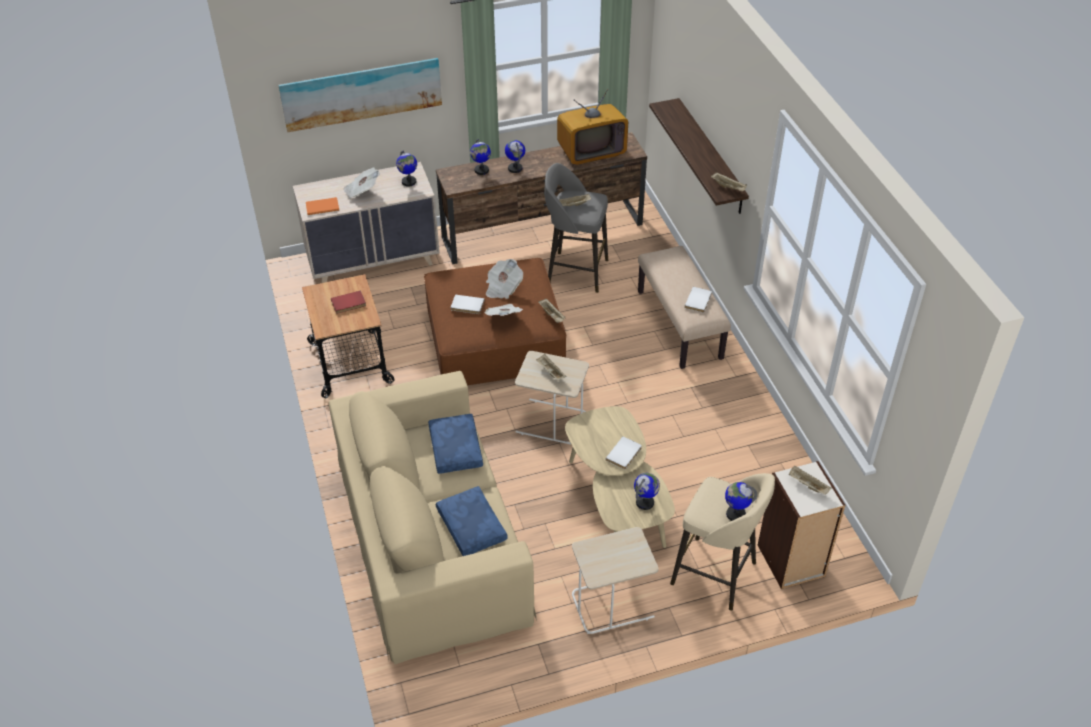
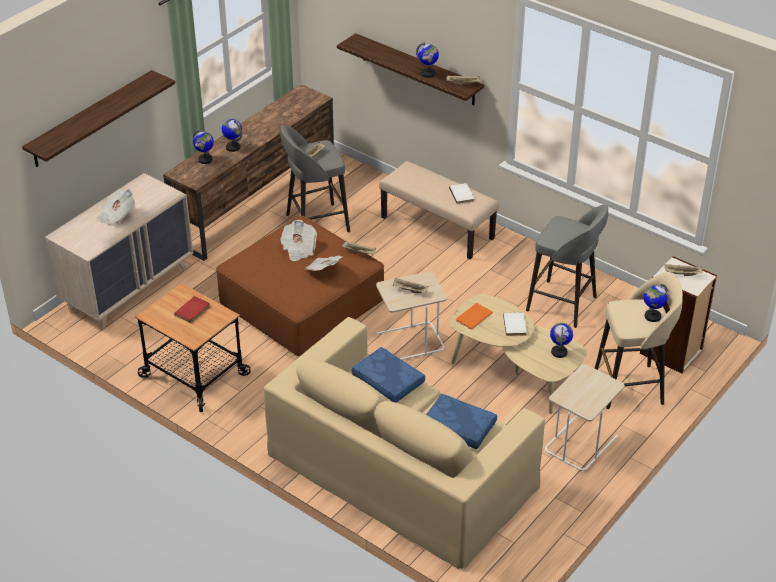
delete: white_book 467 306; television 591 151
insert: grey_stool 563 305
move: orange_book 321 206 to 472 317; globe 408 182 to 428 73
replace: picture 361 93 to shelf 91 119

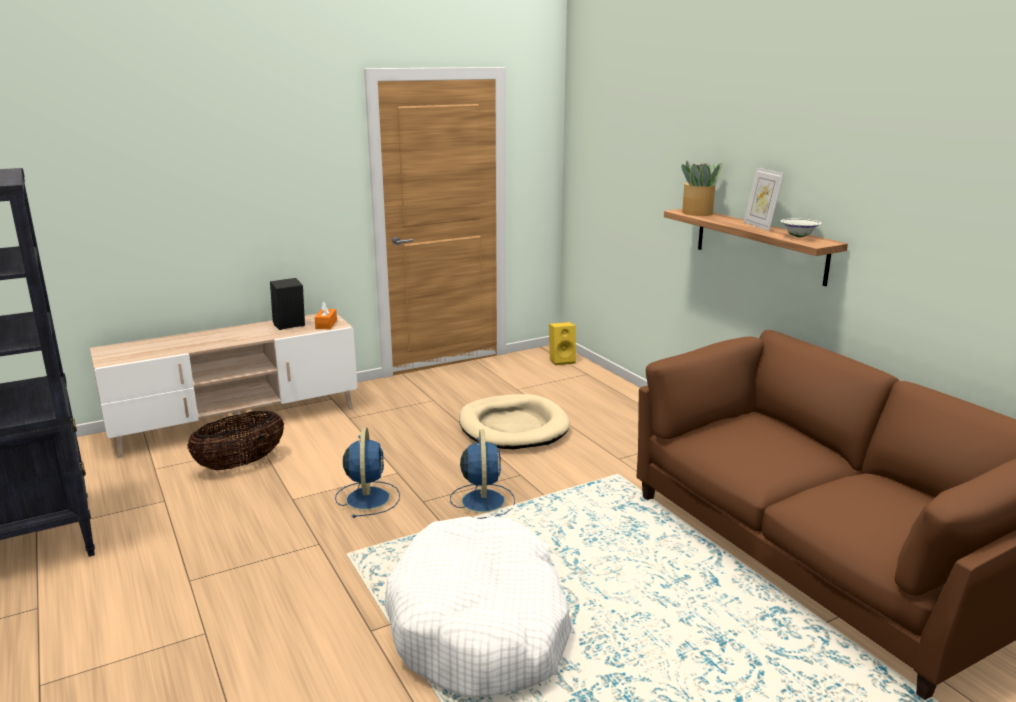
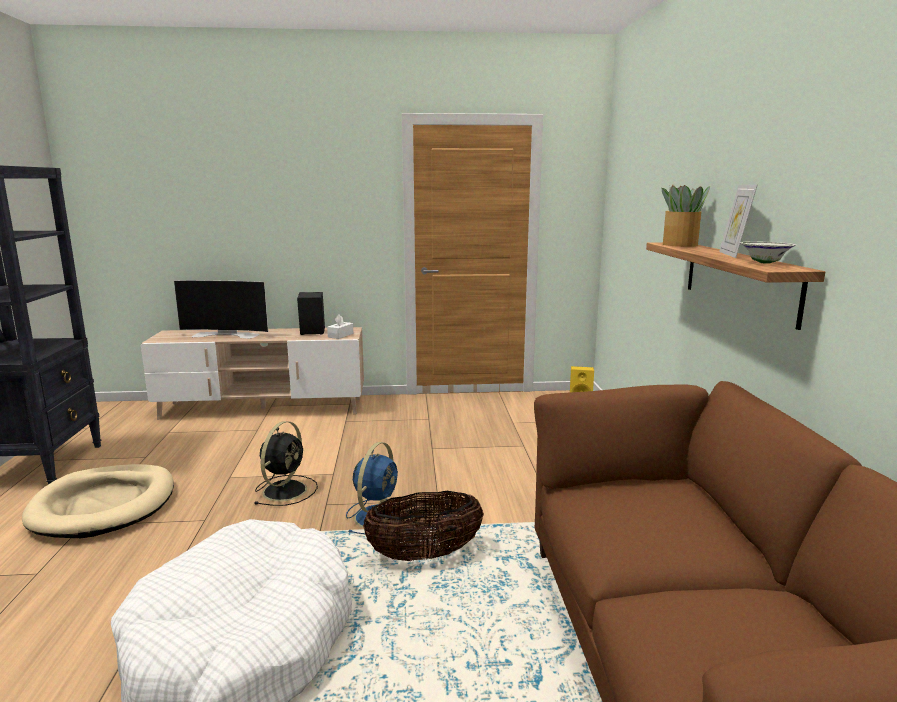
insert: television 227 334
move: basket 241 464 to 424 555; beige_dog_bed 513 427 to 104 505
recolor: orange_tissue_box 326 324 to white_tissue_box 340 335; blue_fan 368 498 to black_fan 286 490

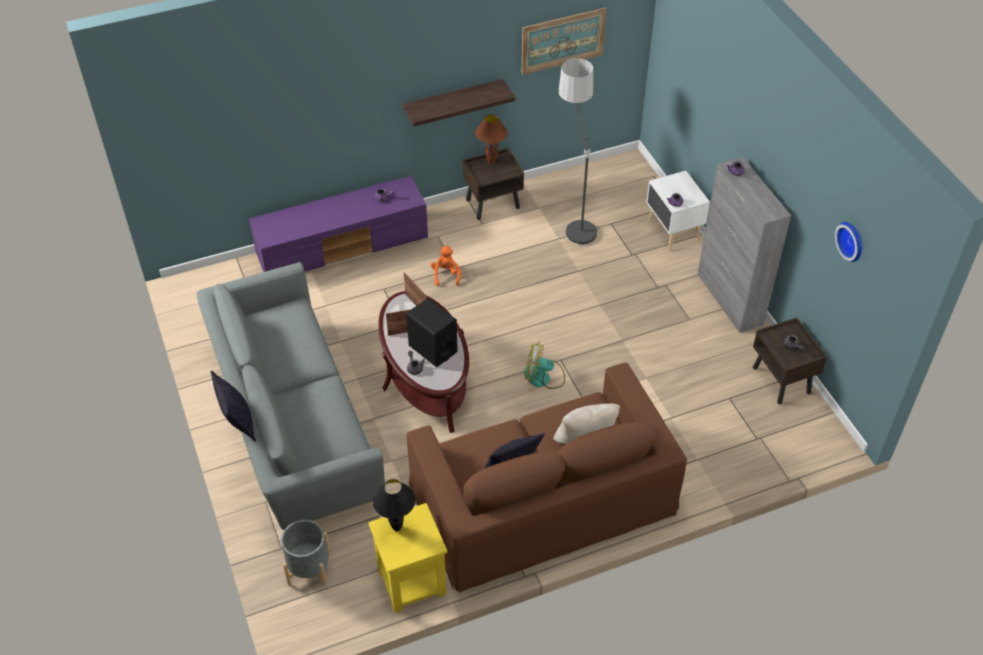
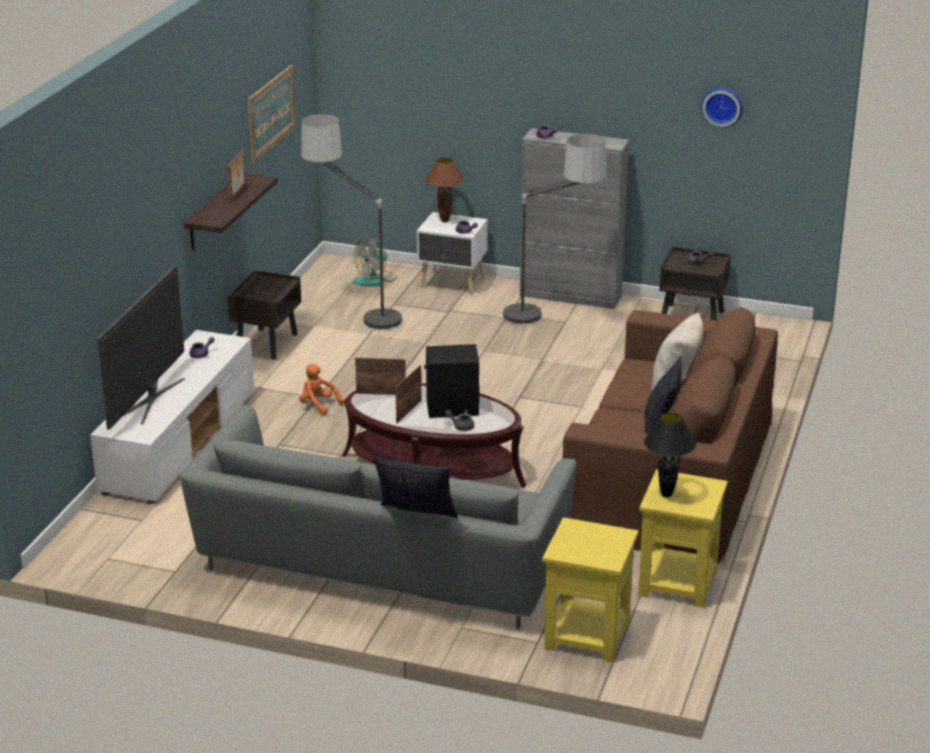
insert: television 149 398; picture_frame 238 193; floor_lamp 550 323
move: brown_table_lamp 491 161 to 444 221; fan 543 377 to 375 280
replace: grey_planter 309 568 to yellow_side_table 586 635
recolor: purple_tv_stand 343 246 to white_tv_stand 179 441

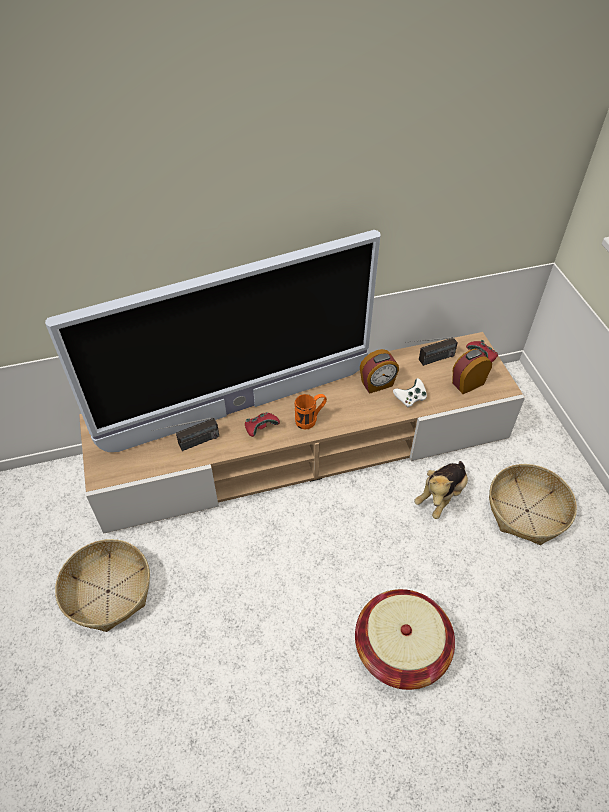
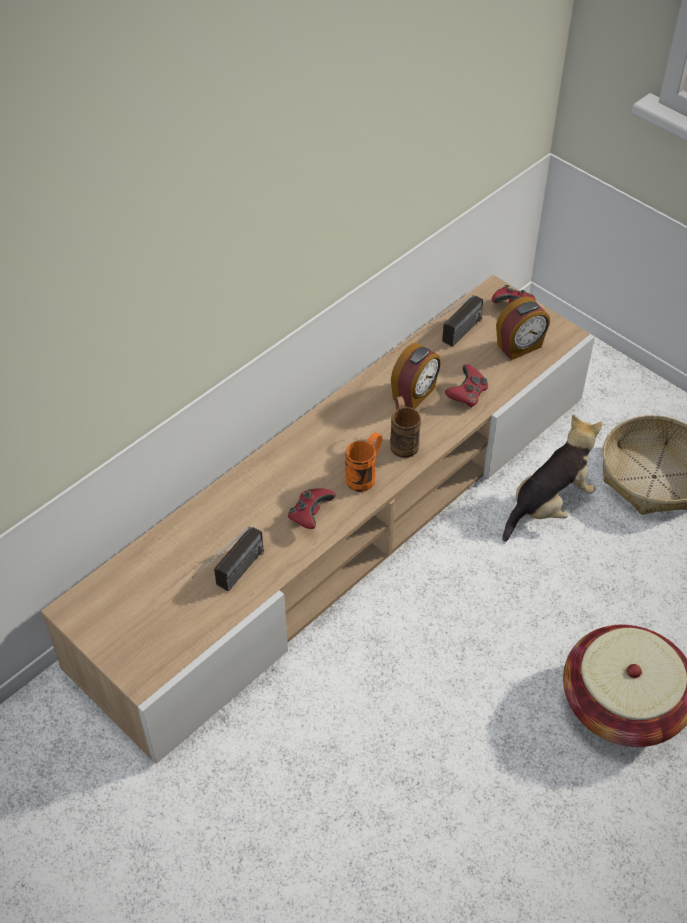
delete: television 239 409; basket 108 591
insert: brown_mug 402 441
recolor: white_game_controller 410 399 to red_game_controller 467 395
rotate: plush_toy 441 496 = 549 505 135 degrees counterclockwise; alarm_clock 467 383 = 520 347 150 degrees counterclockwise

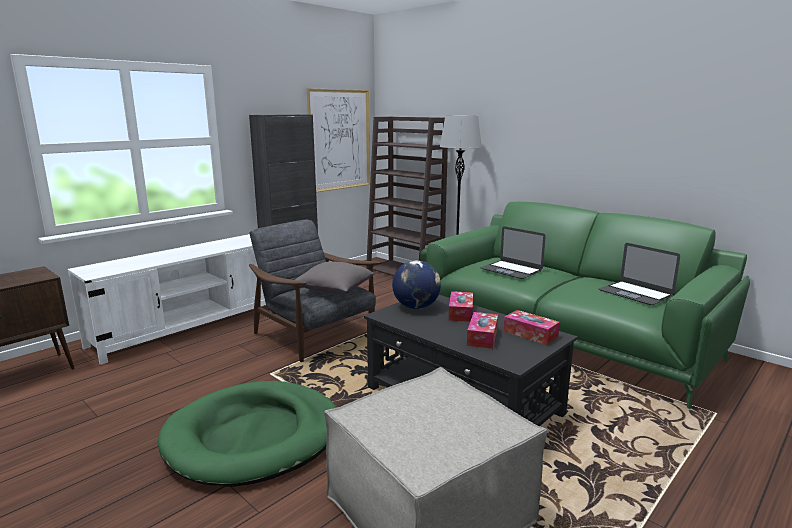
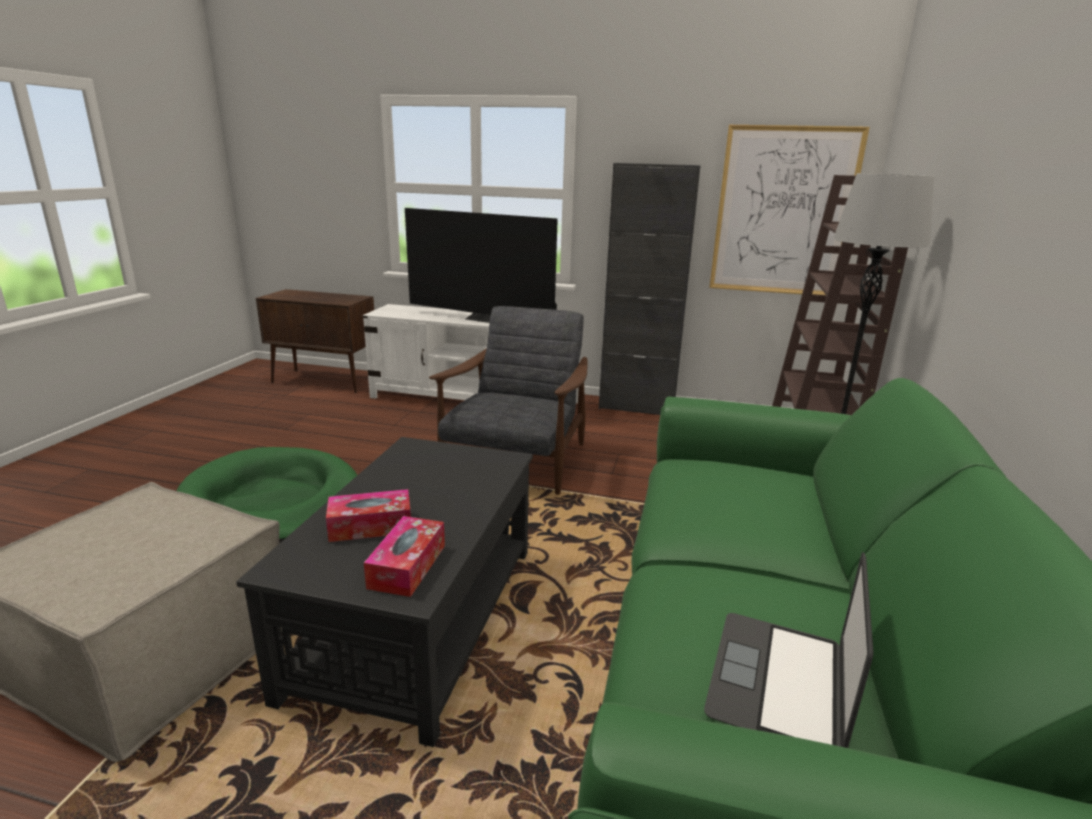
delete: grey_pillow 335 290; globe 416 307; tissue_box 460 312; laptop 511 270
insert: television 484 319

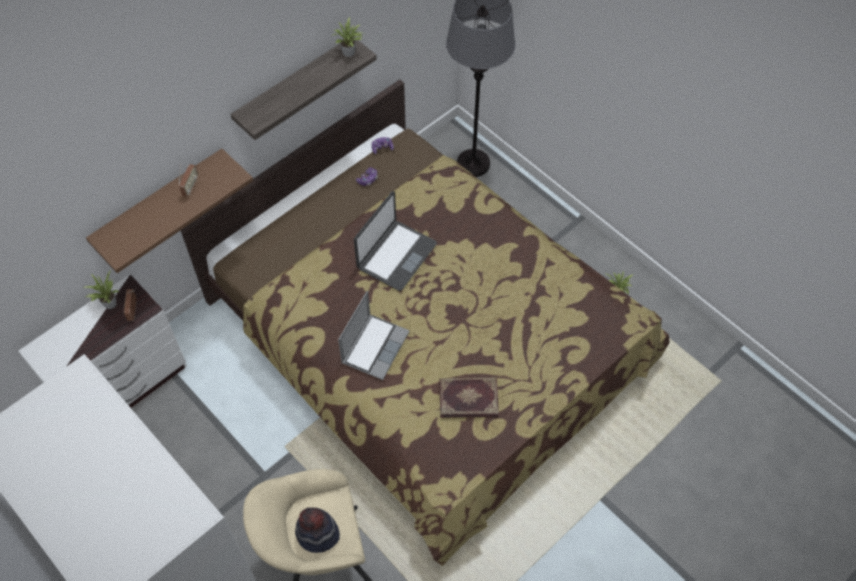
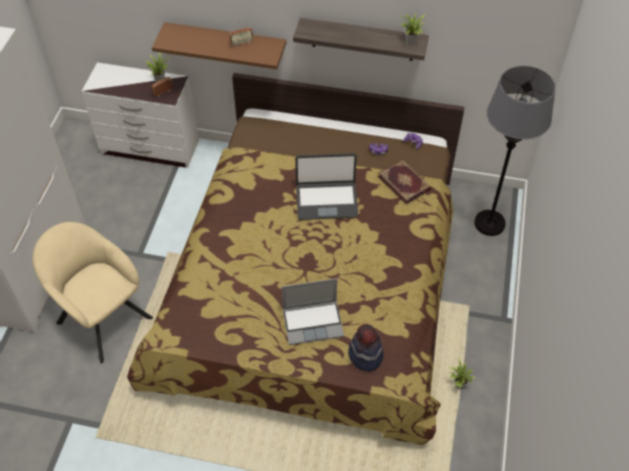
move: hat 317 534 to 365 355; laptop 374 346 to 313 322; book 468 397 to 404 182

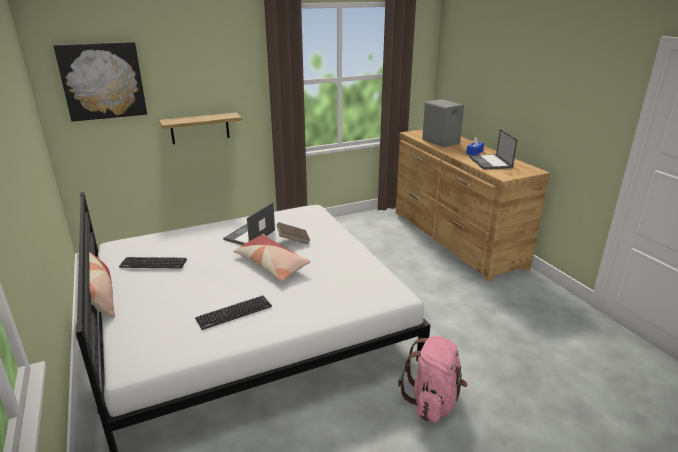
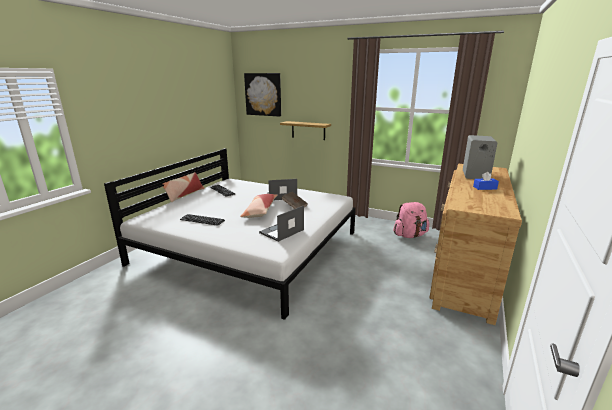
move: pink_backpack 433 401 to 410 235; laptop 490 162 to 281 231

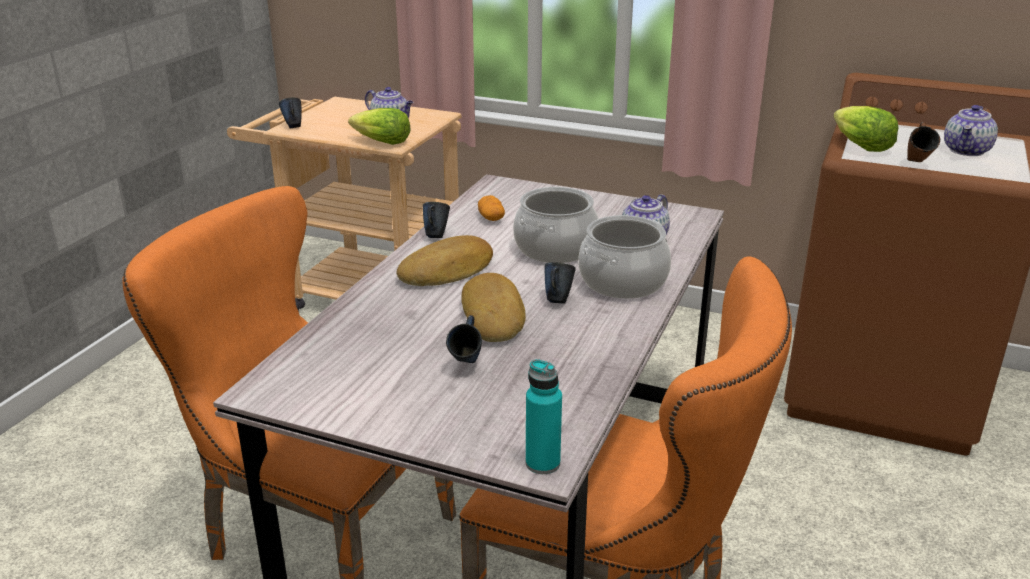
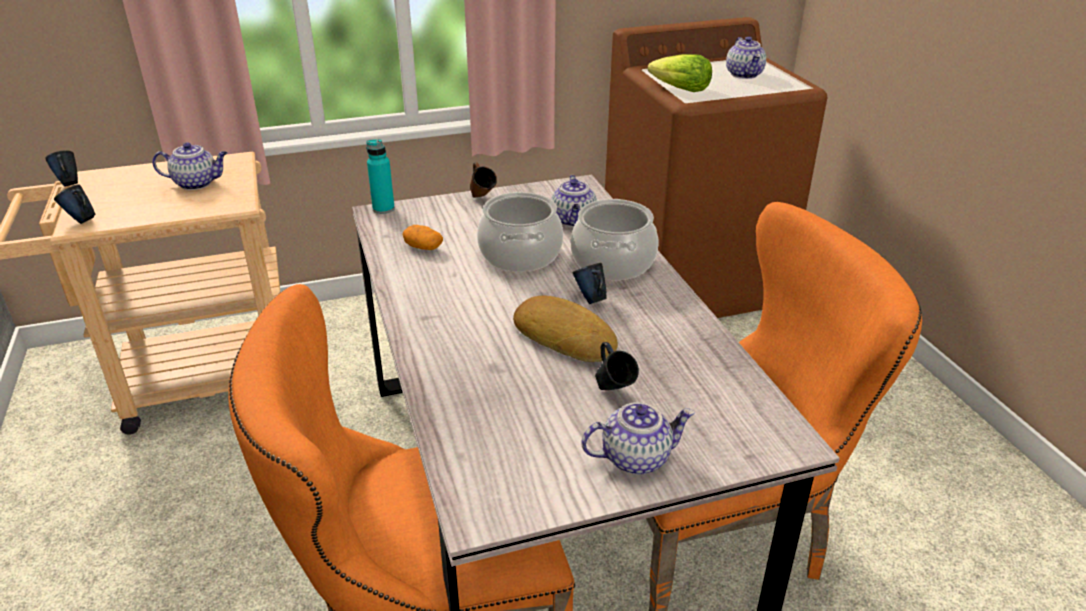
delete: lettuce 381 142; bread 448 270
insert: teapot 636 457
move: blue_mug 435 235 to 69 183; turquoise_bottle 542 463 to 383 209; brown_mug 917 164 to 482 198

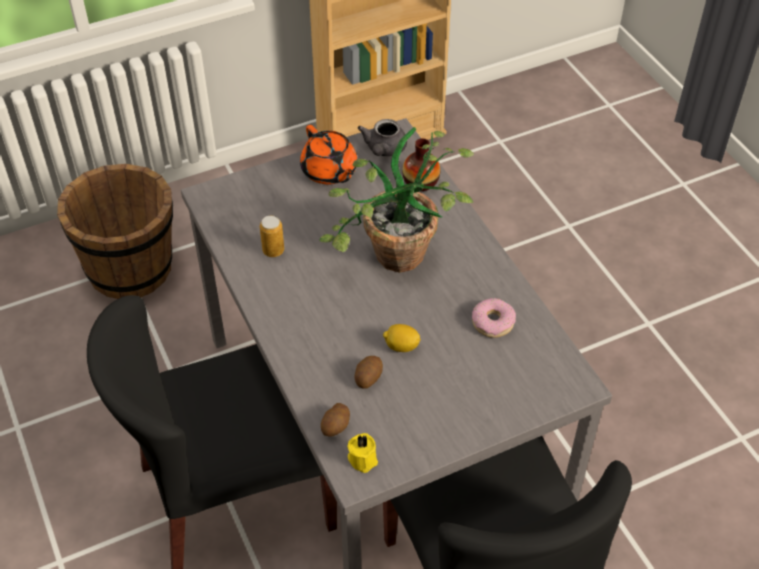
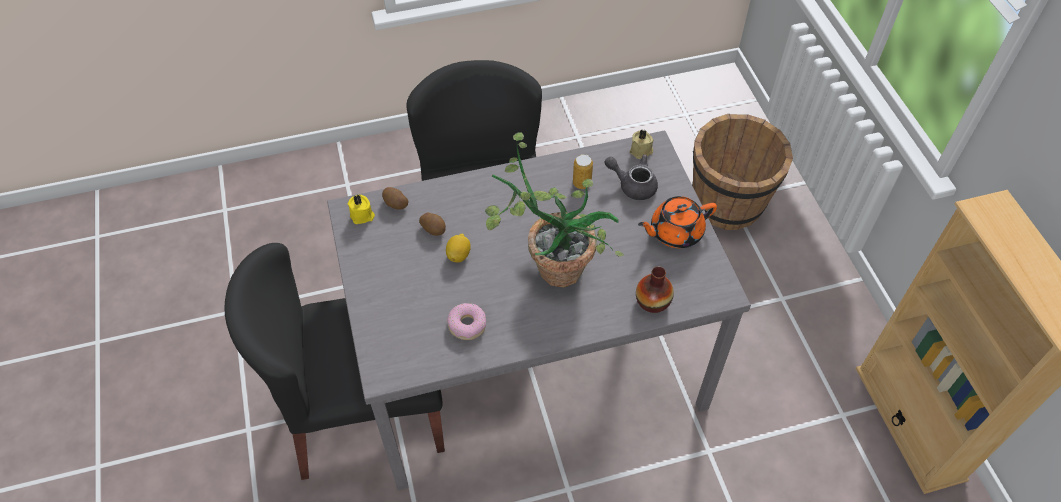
insert: beige_candle 641 151
move: grey_teapot 384 150 to 633 185

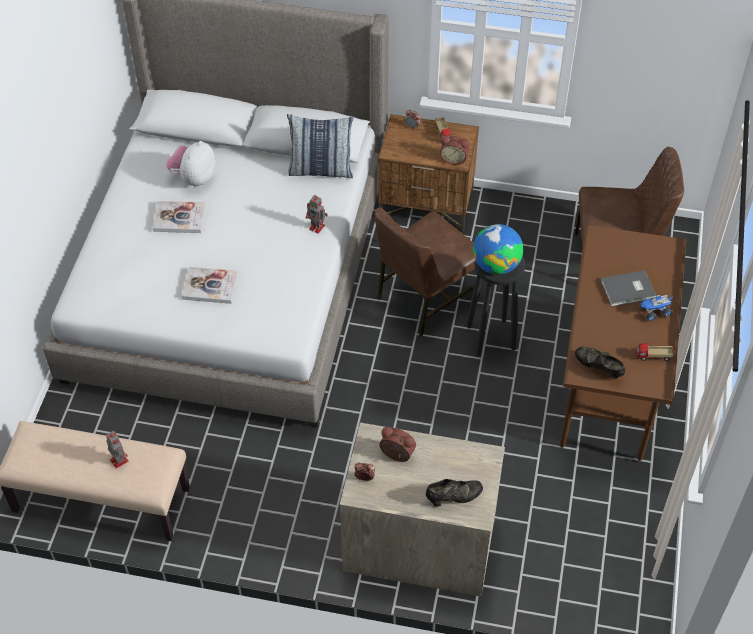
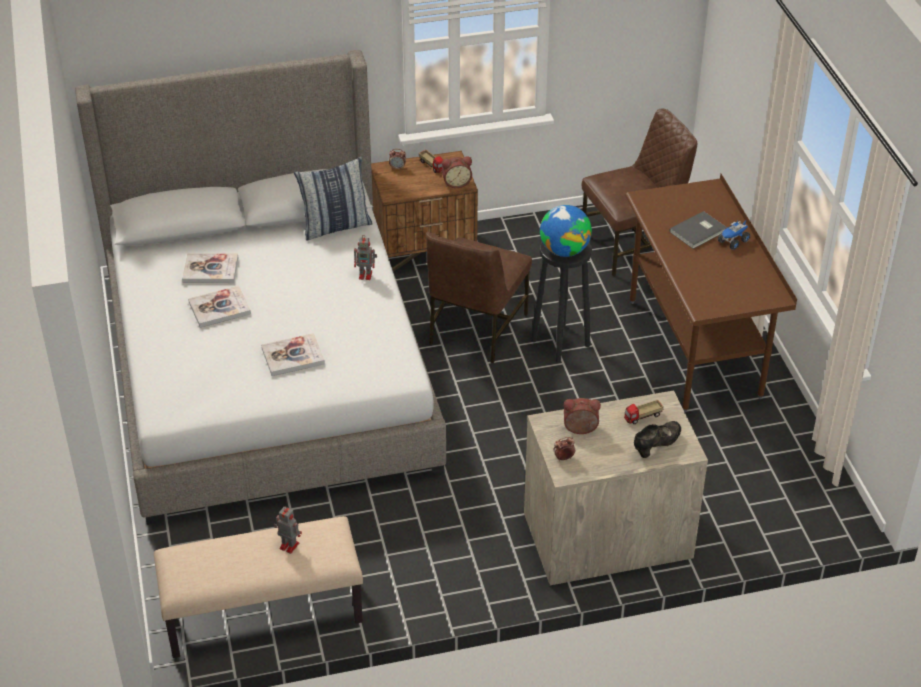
delete: black_shoe 598 368
move: toy_truck 653 357 to 643 417
replace: plush_toy 194 178 to book 210 270

